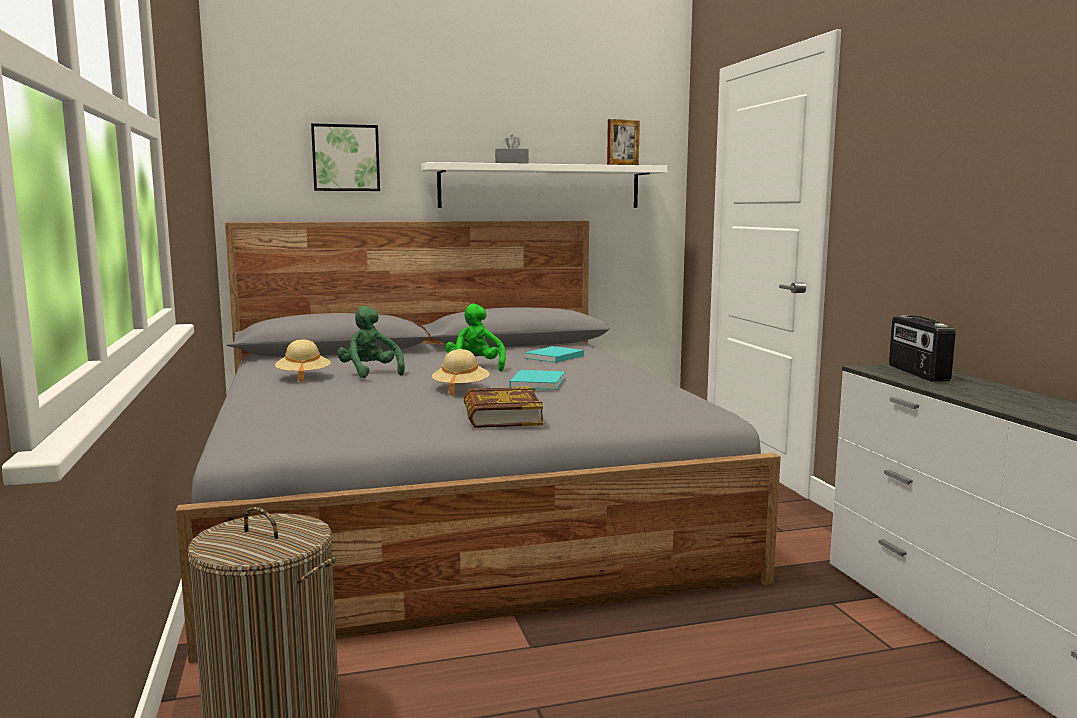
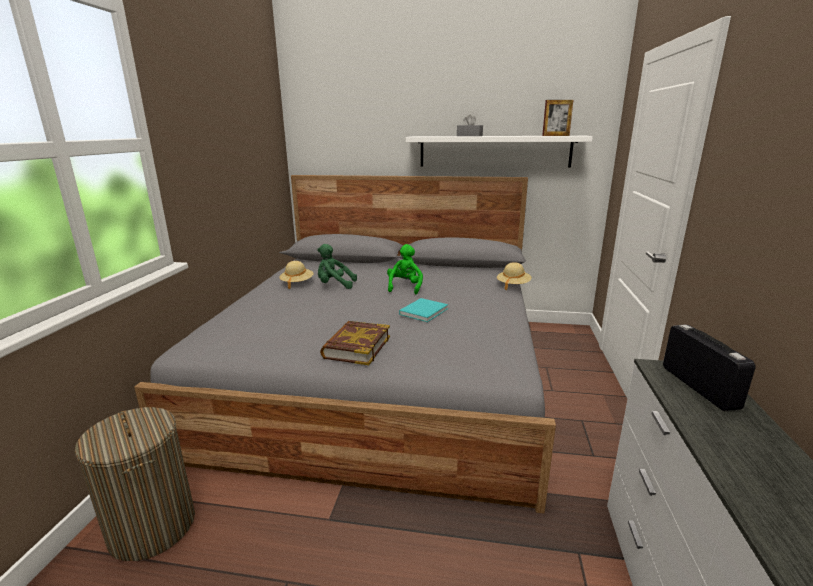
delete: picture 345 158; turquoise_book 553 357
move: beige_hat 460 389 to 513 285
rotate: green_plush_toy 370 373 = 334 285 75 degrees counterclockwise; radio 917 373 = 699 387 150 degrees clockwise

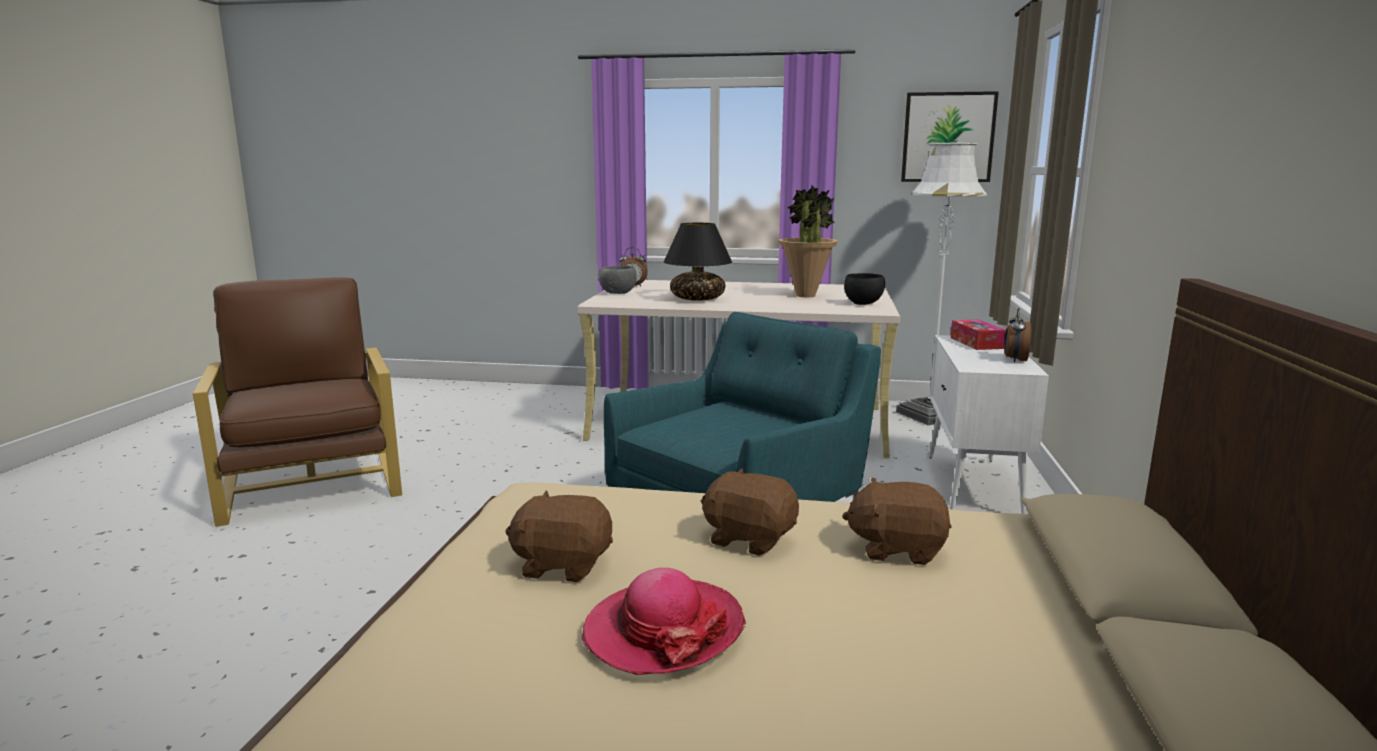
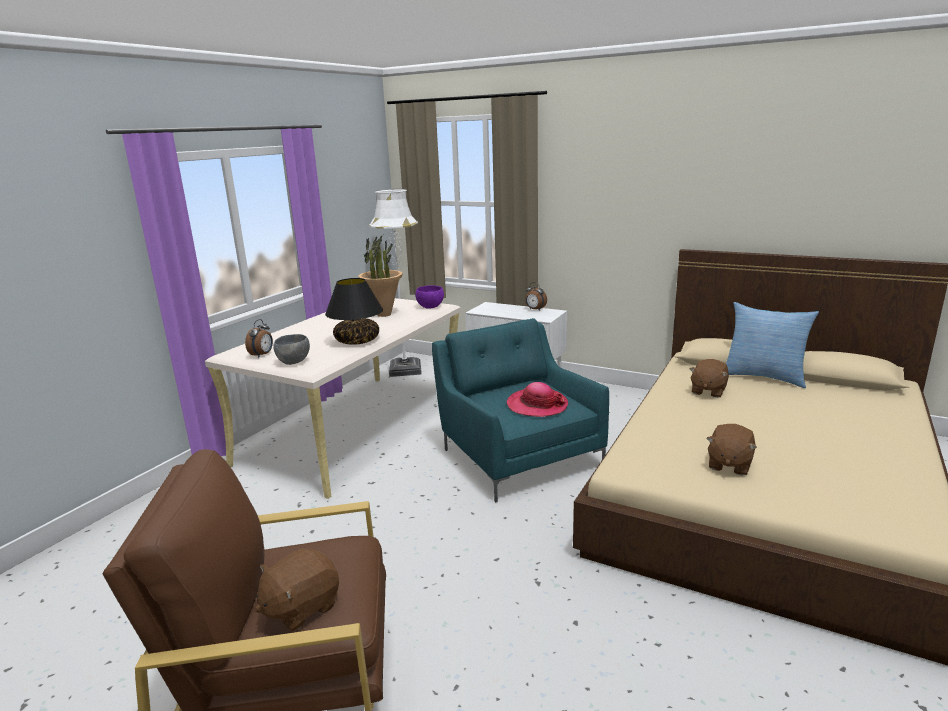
delete: picture 948 137; tissue_box 976 343
insert: pillow 764 376
move: hat 663 630 to 537 405; brown_plush_toy 749 538 to 301 607
recolor: black_bowl 863 304 to purple_bowl 430 307

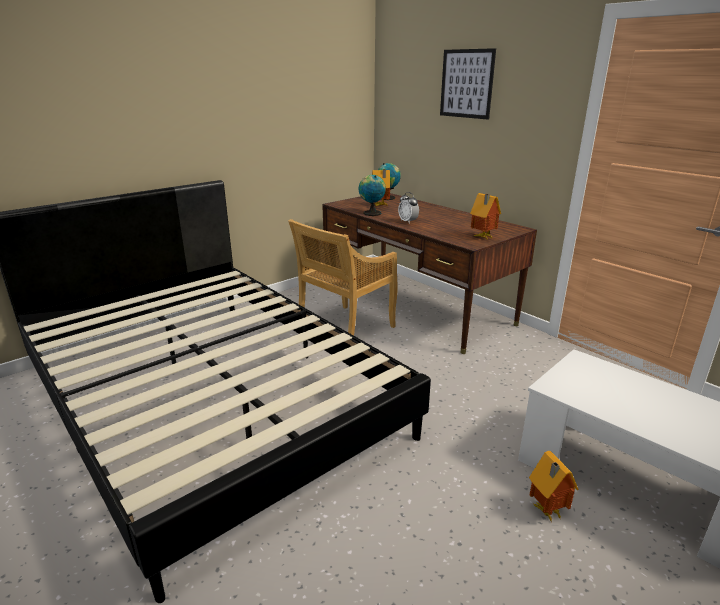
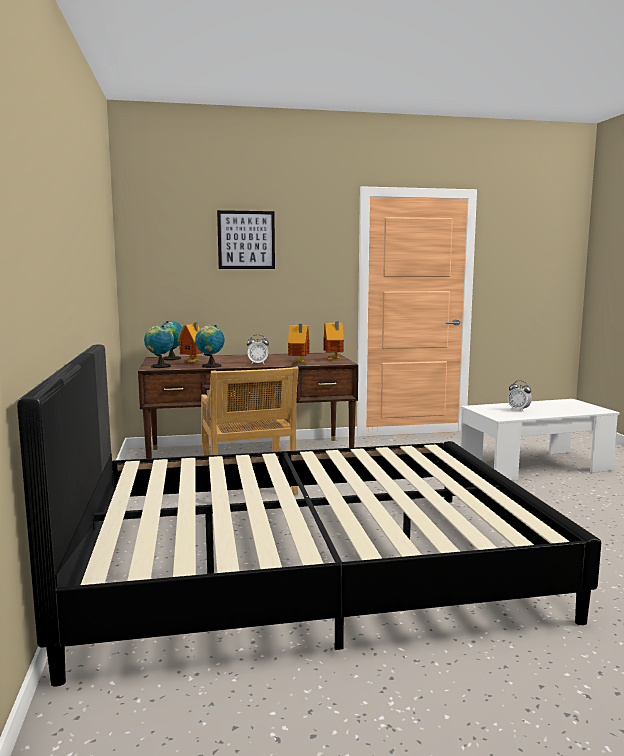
insert: globe 159 366; alarm_clock 518 410
move: toy_house 546 512 to 299 363

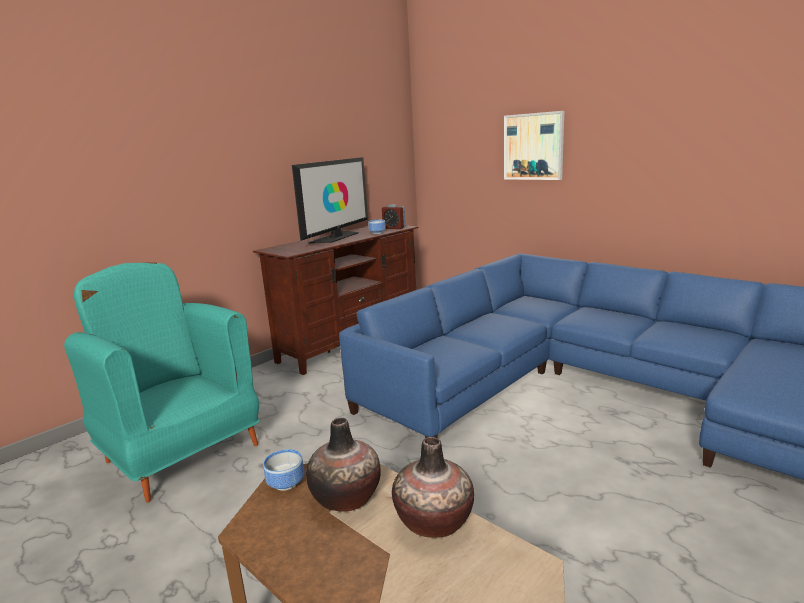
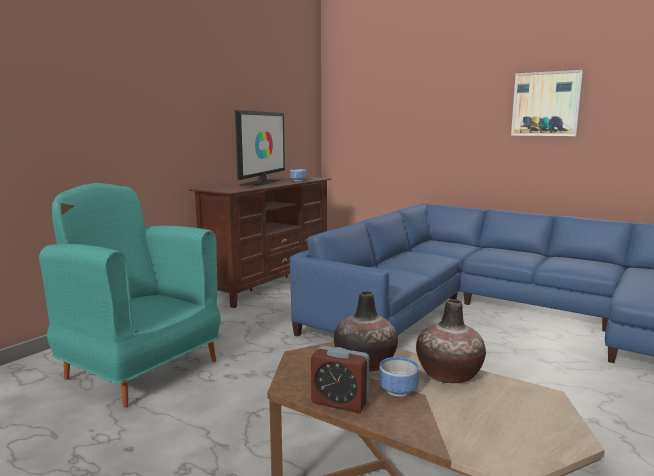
move: bowl 287 484 to 399 391; alarm_clock 394 228 to 339 402; picture 533 146 to 546 104

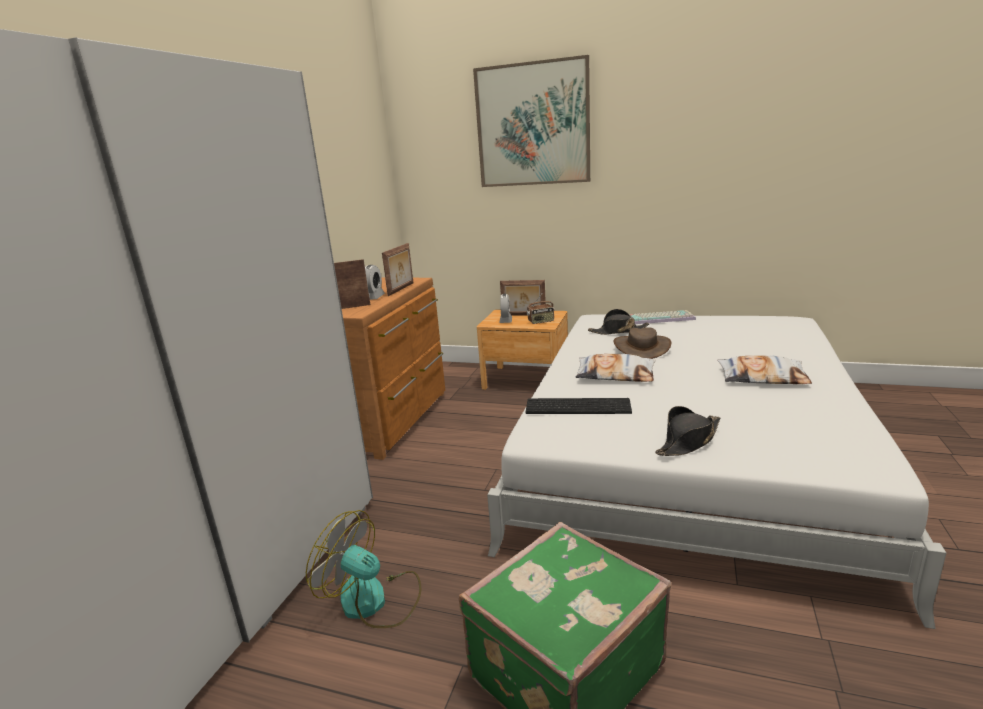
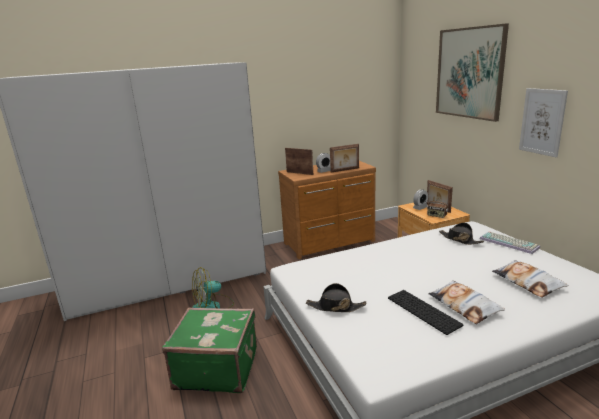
delete: brown_hat 642 347
insert: picture 542 122
move: keyboard 579 406 to 425 311; pillow 615 375 to 527 282
rotate: fan 374 601 = 213 307 105 degrees counterclockwise

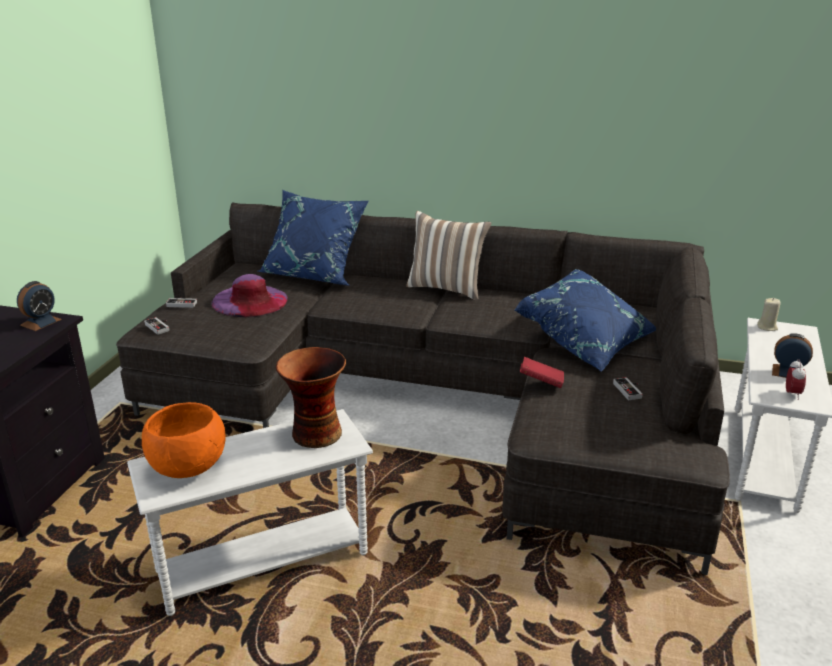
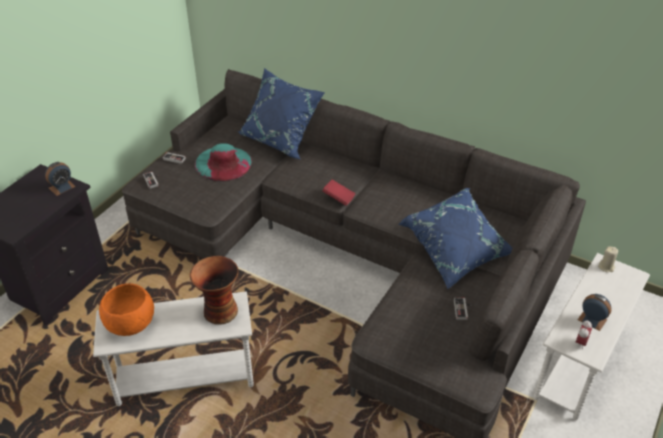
delete: pillow 447 288
move: red_book 541 383 to 338 198
recolor: purple_hat 250 301 to turquoise_hat 223 163

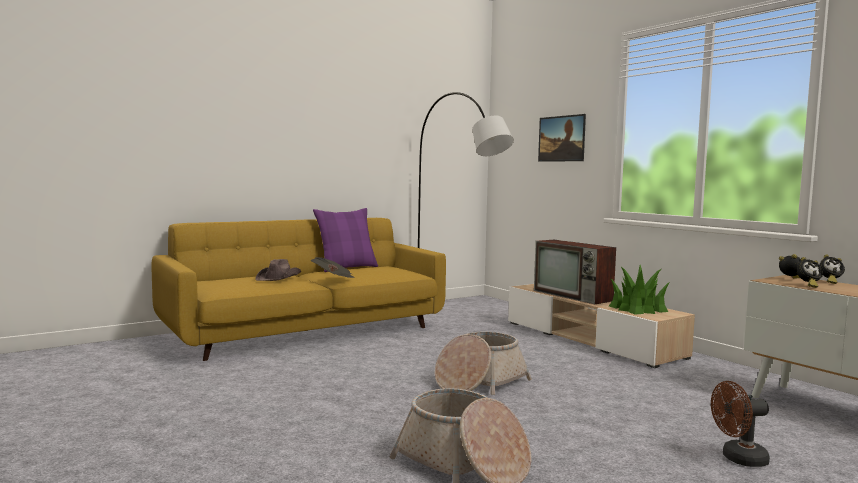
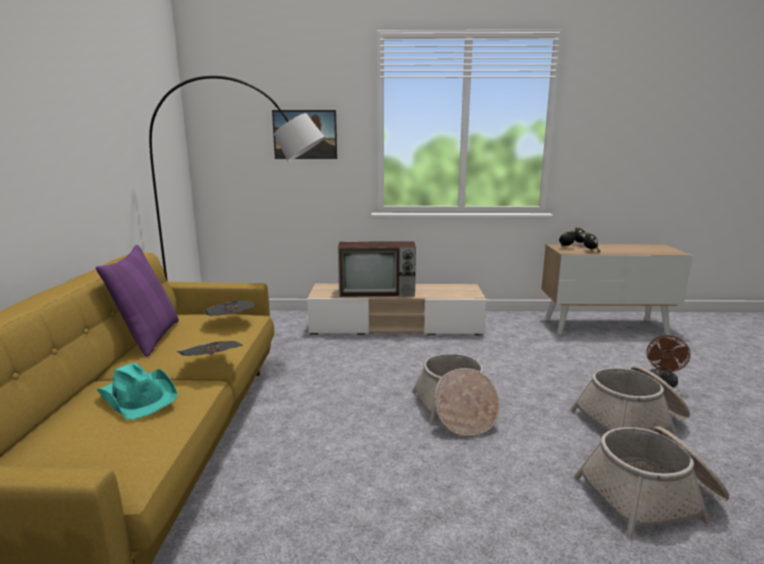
delete: potted_plant 638 308
insert: newspaper 230 322; basket 631 421
recolor: brown_hat 279 277 to turquoise_hat 139 396

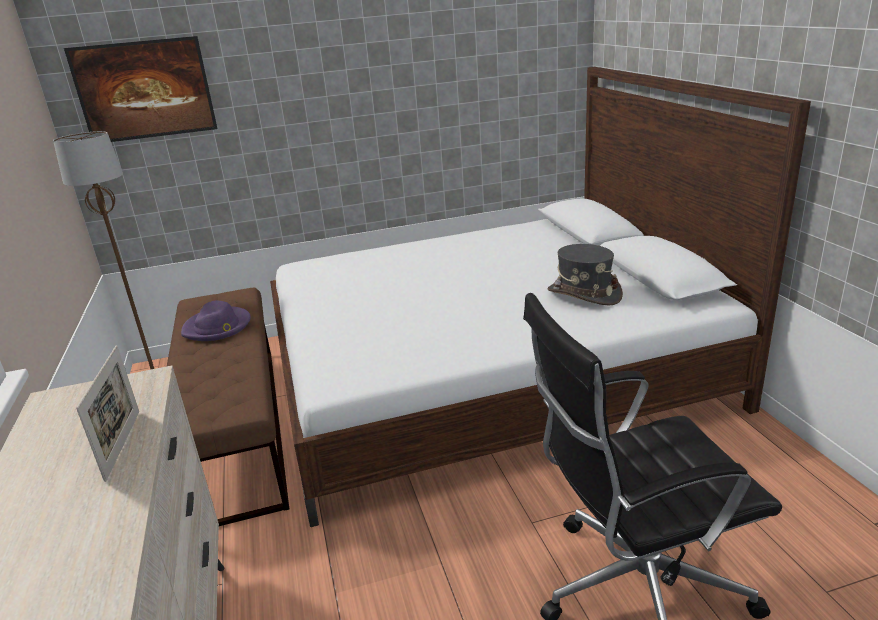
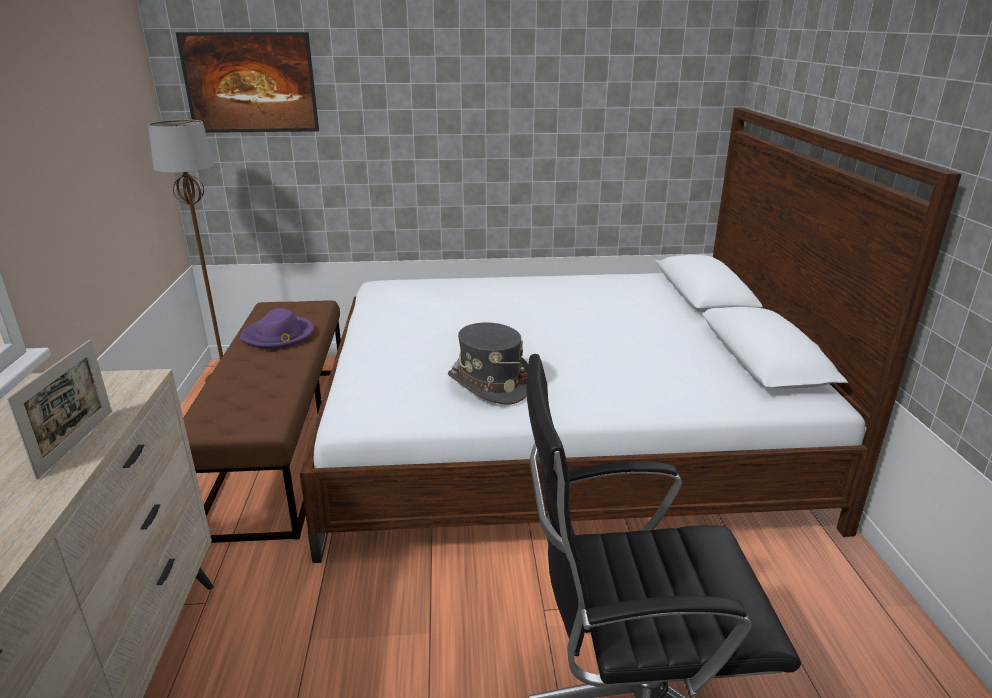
move: grey_hat 584 294 to 489 384

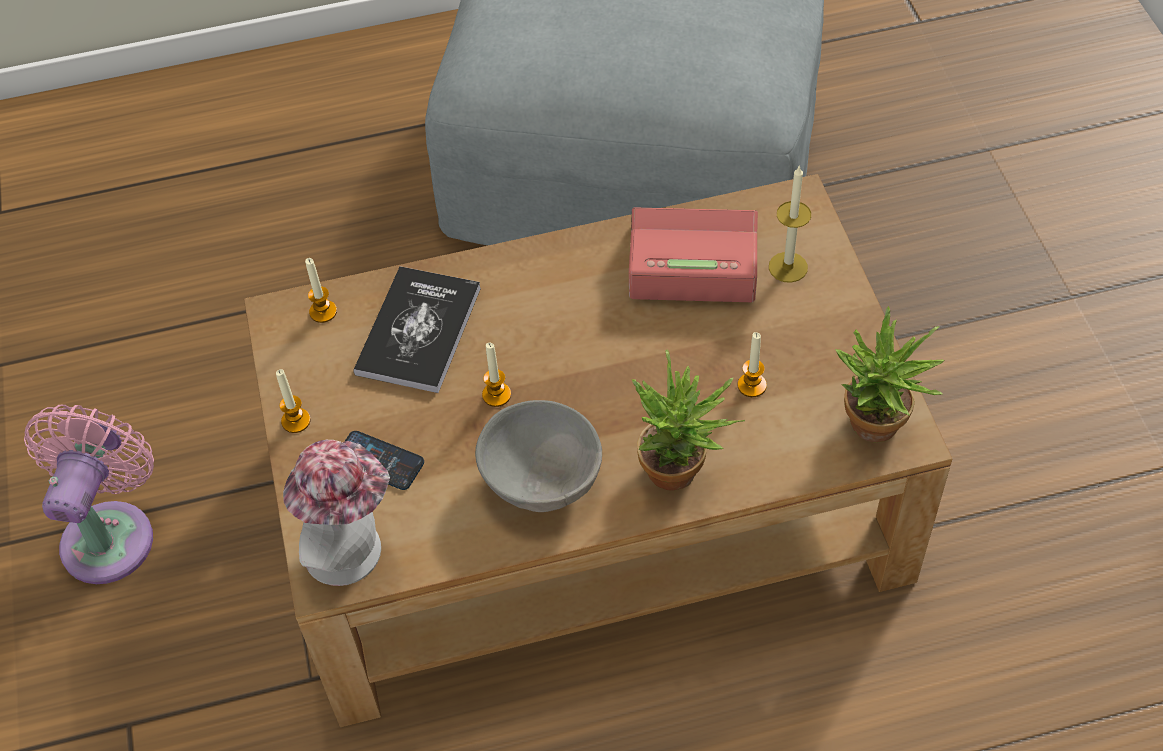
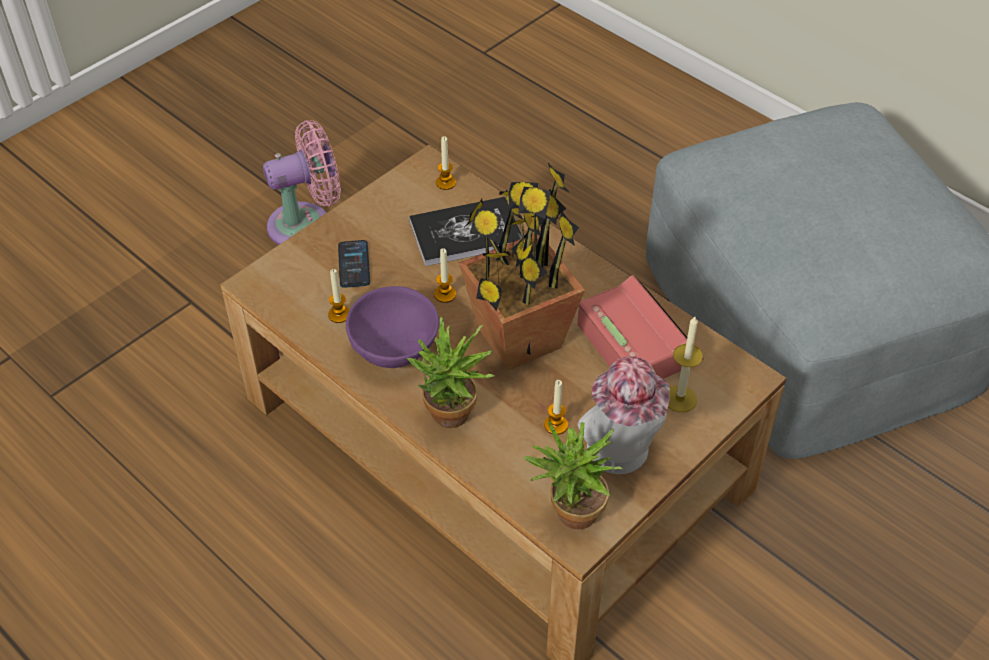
insert: potted_plant 518 339
move: candle 296 421 to 339 314; hat 353 552 to 621 455
recolor: grey_bowl 542 479 to purple_bowl 396 349

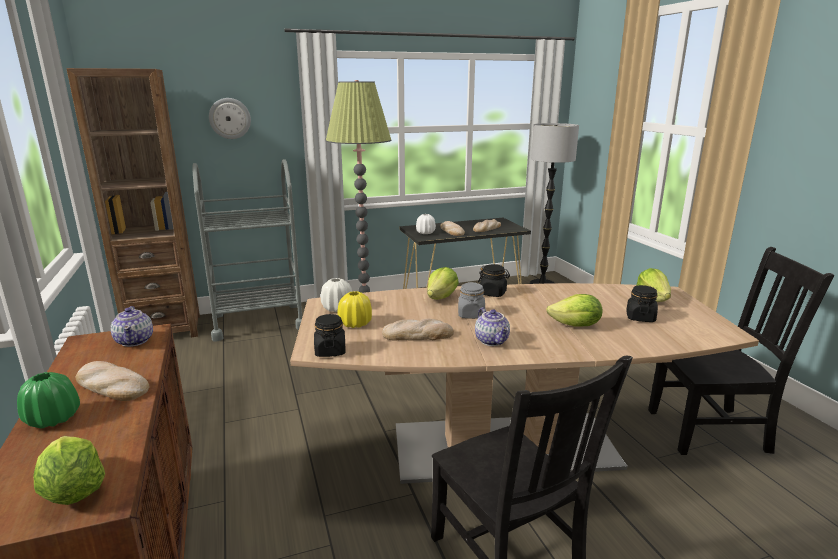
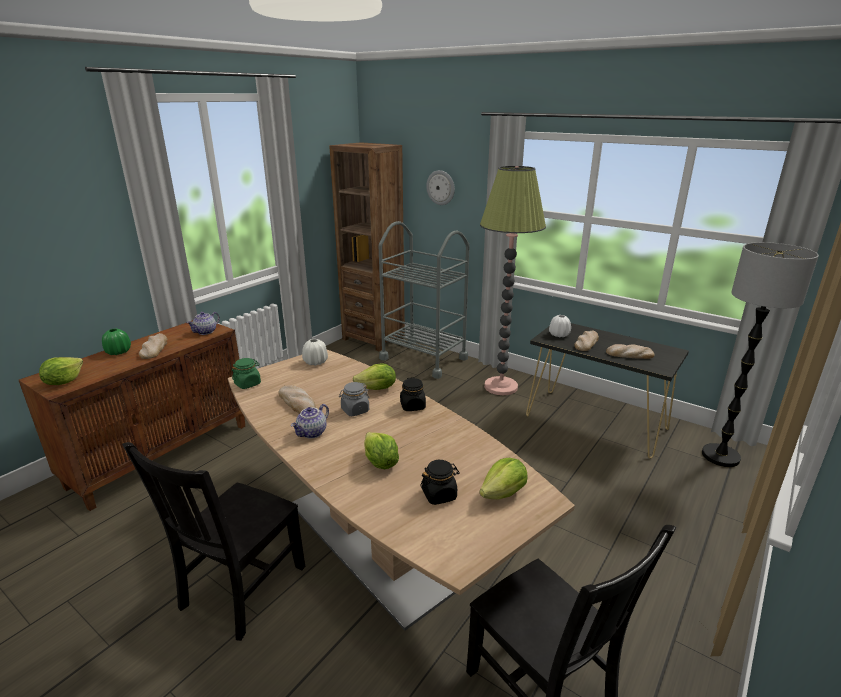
delete: yellow_vase 355 323
recolor: black_jar 330 351 to green_jar 248 384

